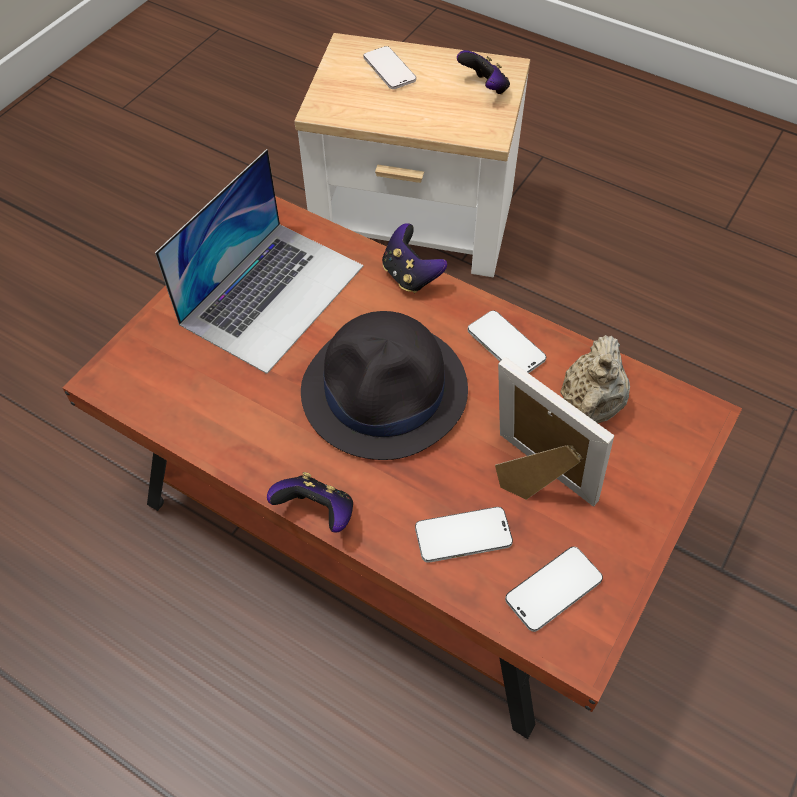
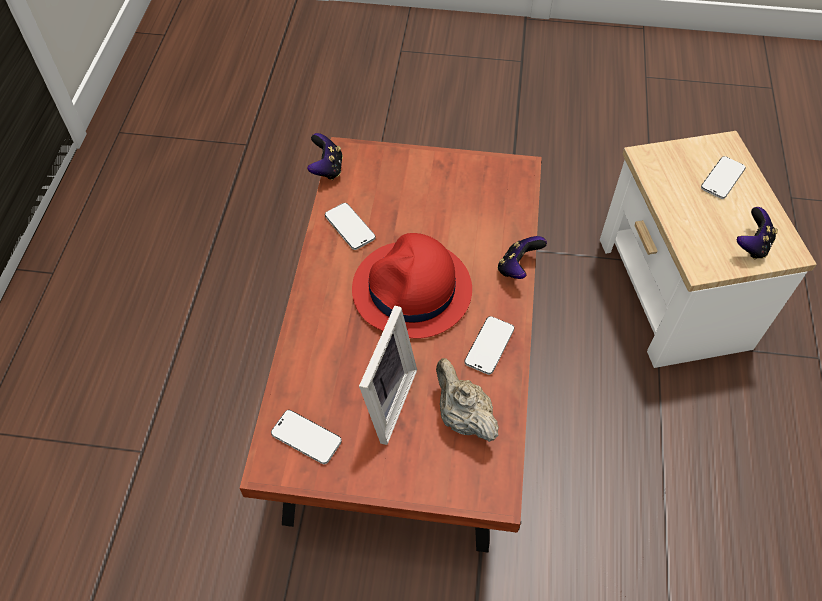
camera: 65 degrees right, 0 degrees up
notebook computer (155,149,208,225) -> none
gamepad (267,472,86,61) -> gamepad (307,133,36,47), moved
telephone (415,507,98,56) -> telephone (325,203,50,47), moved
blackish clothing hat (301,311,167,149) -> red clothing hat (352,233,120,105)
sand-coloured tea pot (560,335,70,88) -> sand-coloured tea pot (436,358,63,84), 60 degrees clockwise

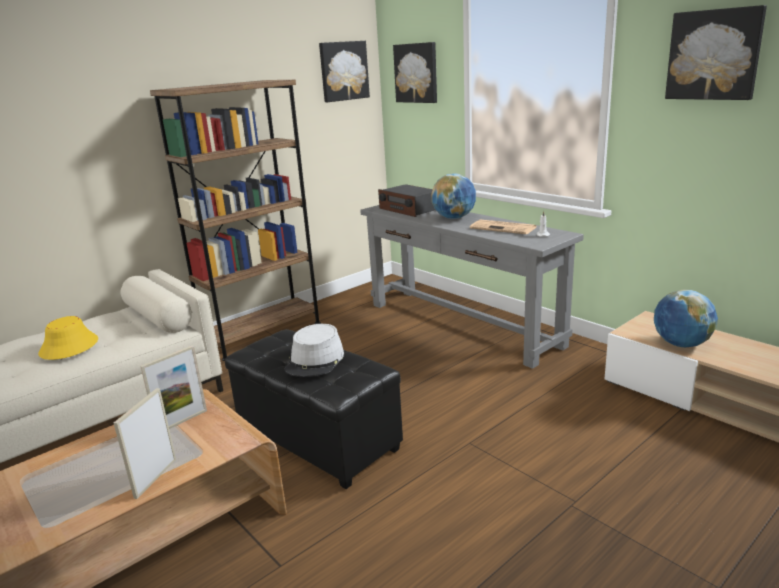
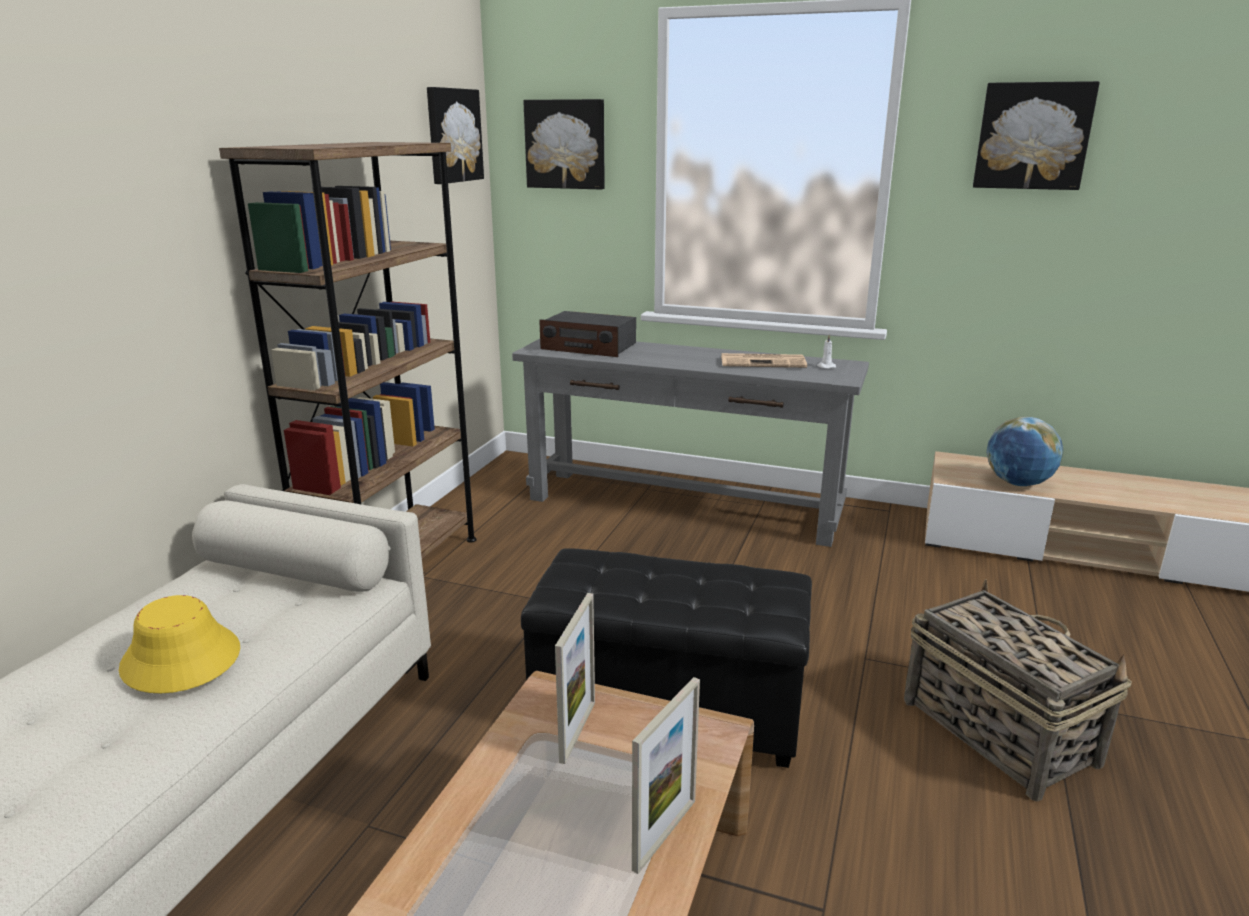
camera: 30 degrees left, 0 degrees up
gray clothing hat (284,324,60,53) -> none
world globe (431,174,45,45) -> none
none -> household basket (904,579,228,222)
picture frame (114,388,62,111) -> picture frame (632,677,68,197), 135 degrees counterclockwise

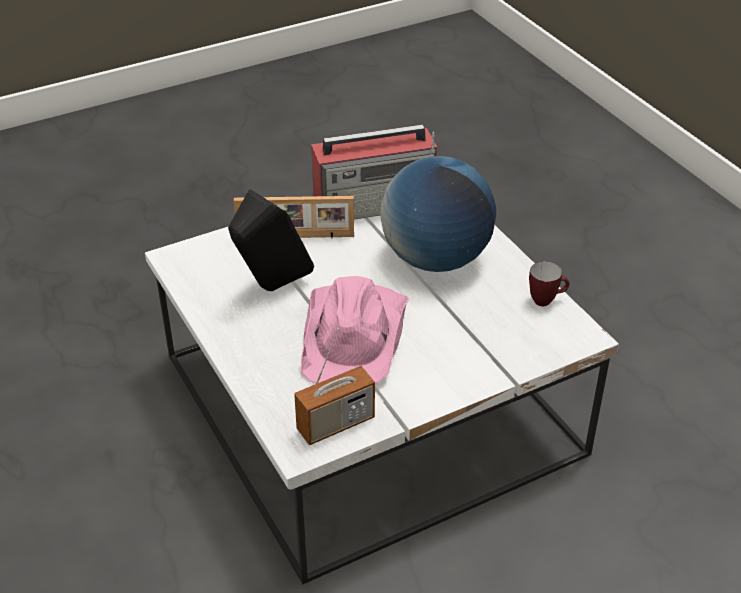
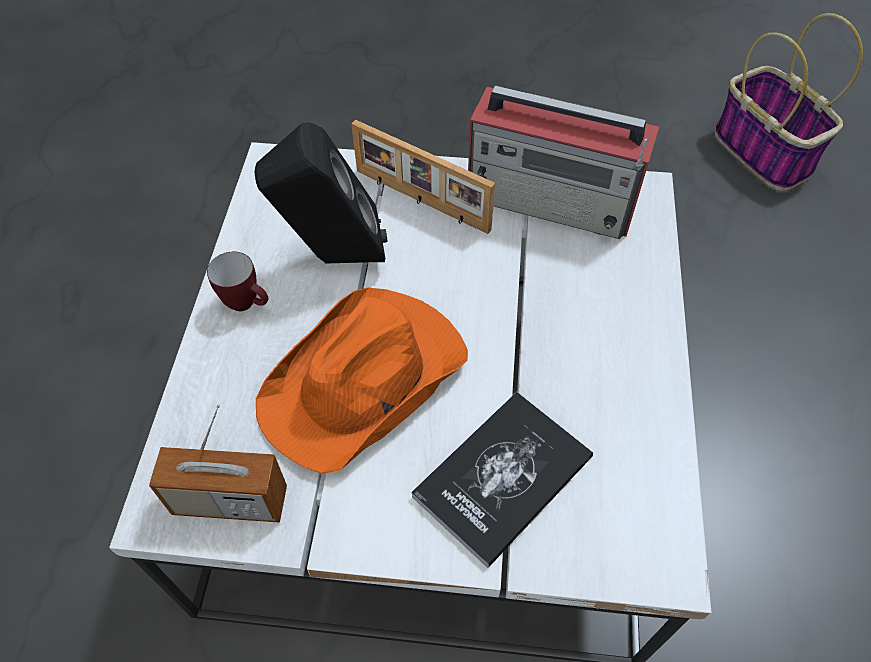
camera: 35 degrees right, 15 degrees up
world globe (380,156,116,116) -> none
none -> bound book (411,392,182,176)
none -> household basket (715,13,148,178)
tea mug (529,261,41,45) -> tea mug (207,252,61,59), moved
pink-coloured clothing hat (301,276,108,107) -> orange-coloured clothing hat (256,288,212,186)

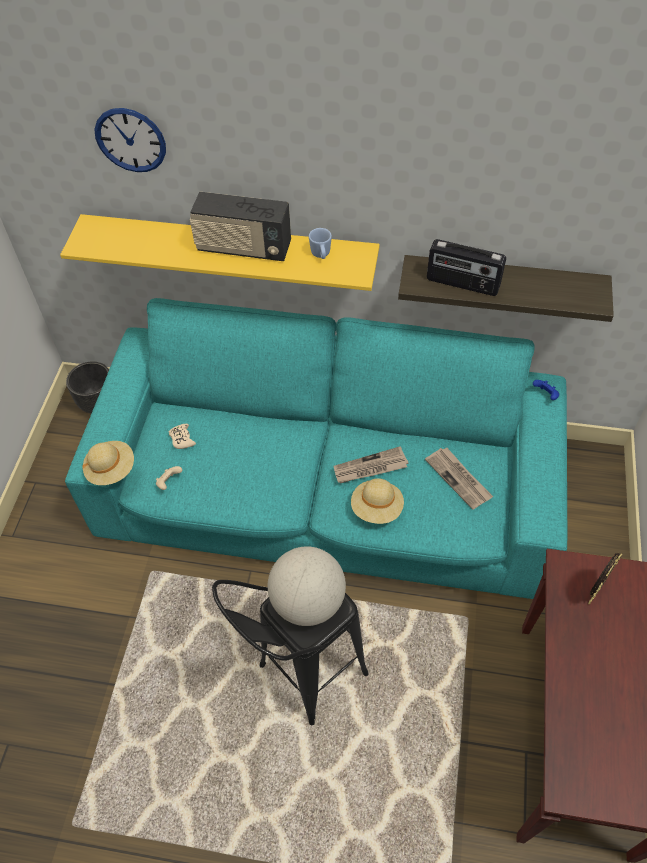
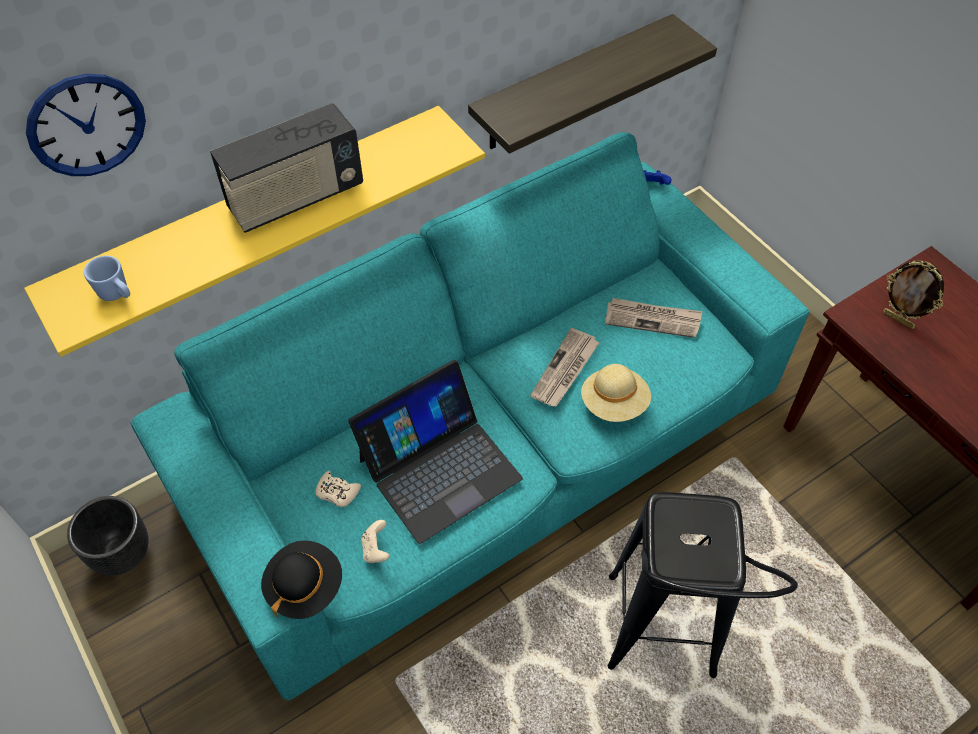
camera: 45 degrees left, 0 degrees up
world globe (268,546,78,80) -> none
radio (427,239,79,57) -> none
none -> notebook computer (348,360,175,184)
blue tea mug (309,228,23,31) -> blue tea mug (84,256,46,45), moved
sand-coloured clothing hat (82,441,52,44) -> blackish clothing hat (261,540,81,79)
picture frame (588,553,34,51) -> picture frame (883,261,61,68), 135 degrees clockwise

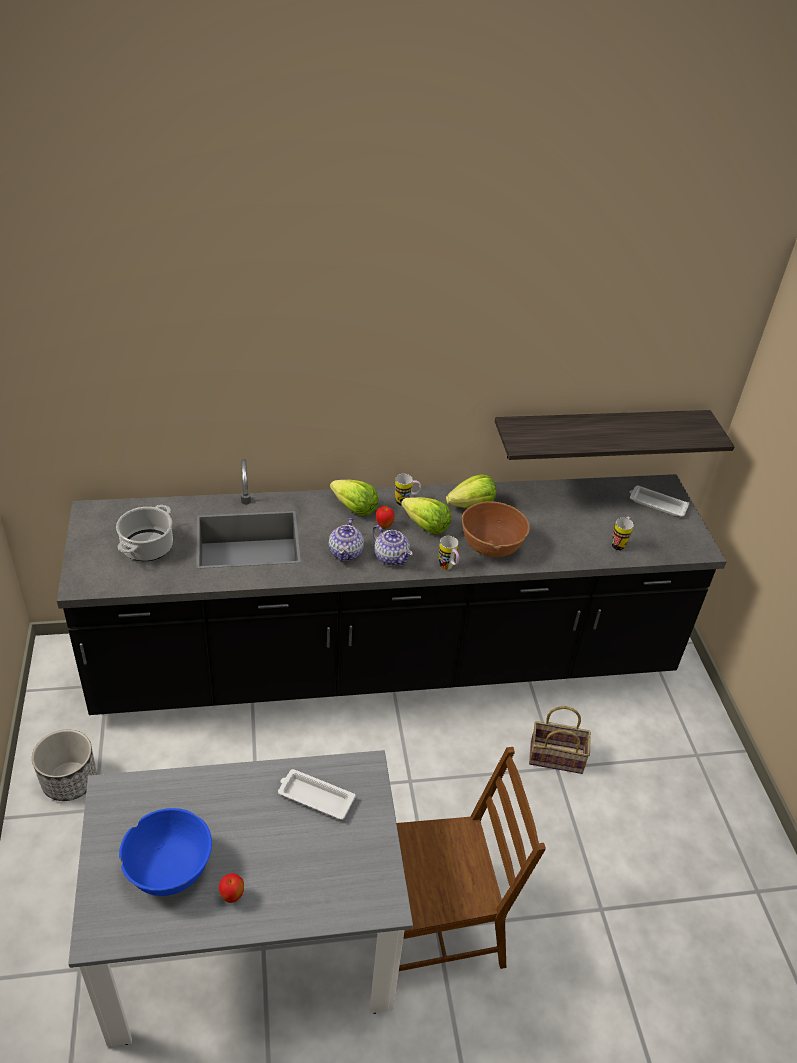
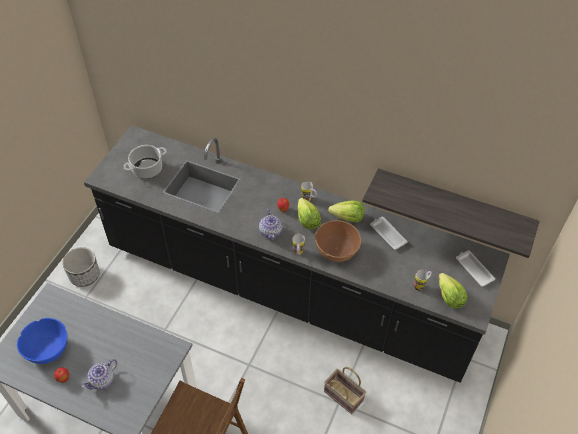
camera: 35 degrees right, 10 degrees up
whitish tray (278,769,78,51) -> whitish tray (370,217,38,33), moved
tea pot (329,518,35,44) -> tea pot (81,359,36,31), moved
head of lettuce (330,480,48,36) -> head of lettuce (439,273,29,36), moved

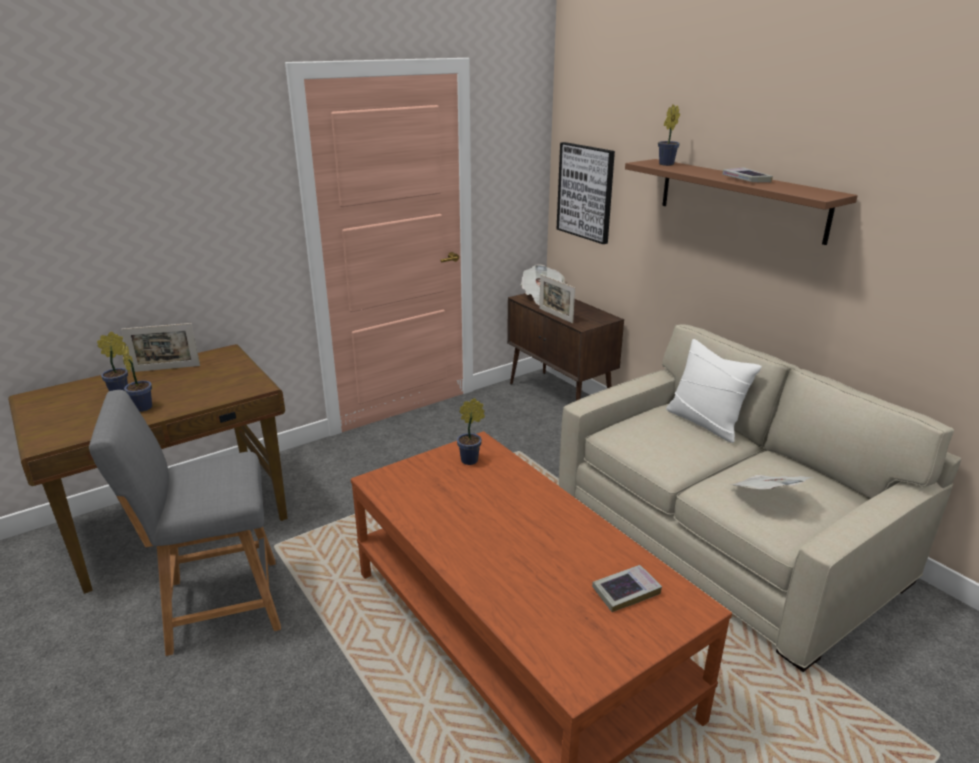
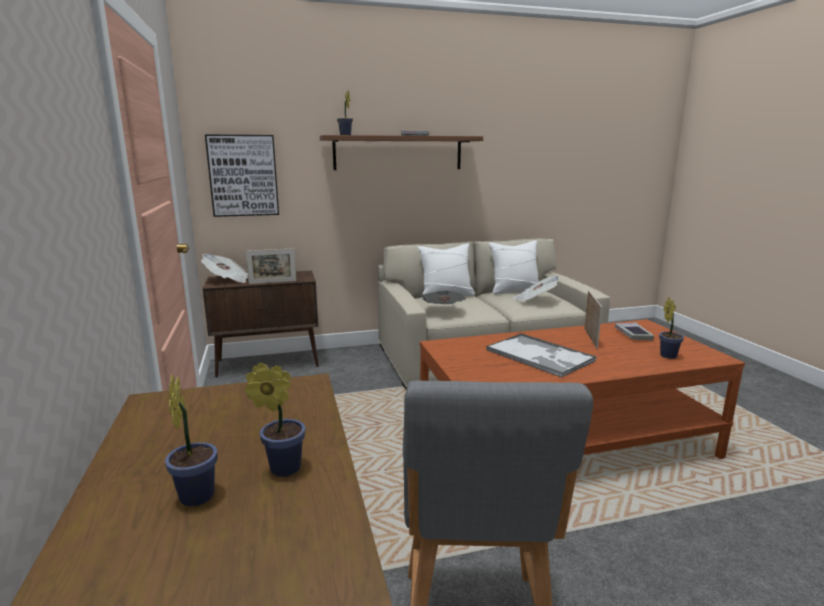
camera: 70 degrees left, 10 degrees down
none -> printed paper (421,291,45,13)
none -> tray (486,333,110,45)
none -> whitish pillow (489,240,50,54)
picture frame (121,323,79,49) -> picture frame (584,290,18,59), moved
potted plant (457,398,28,67) -> potted plant (659,297,25,62), moved

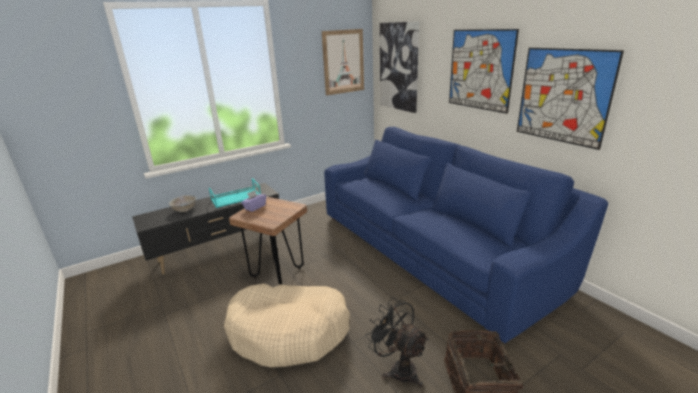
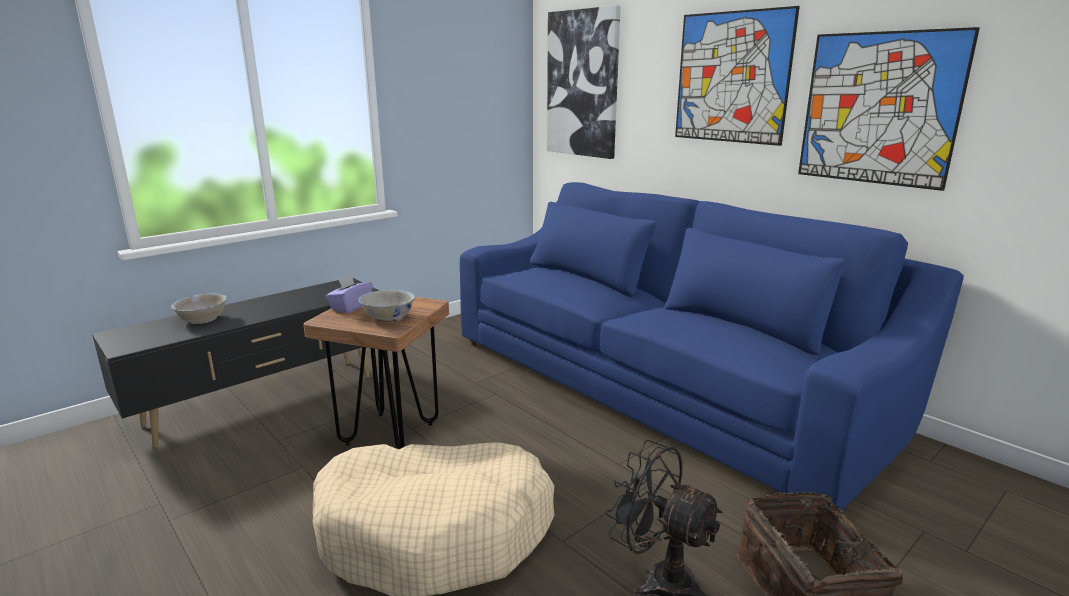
camera: 10 degrees left, 5 degrees down
turquoise-coloured tray (209,178,52,30) -> none
wall art (322,29,42,67) -> none
none -> whitish serving bowl (358,290,58,33)

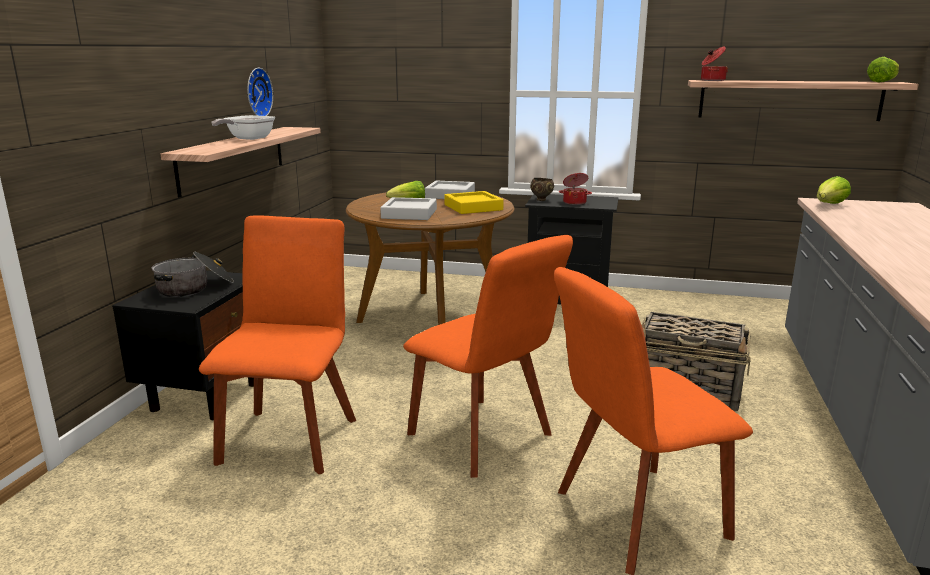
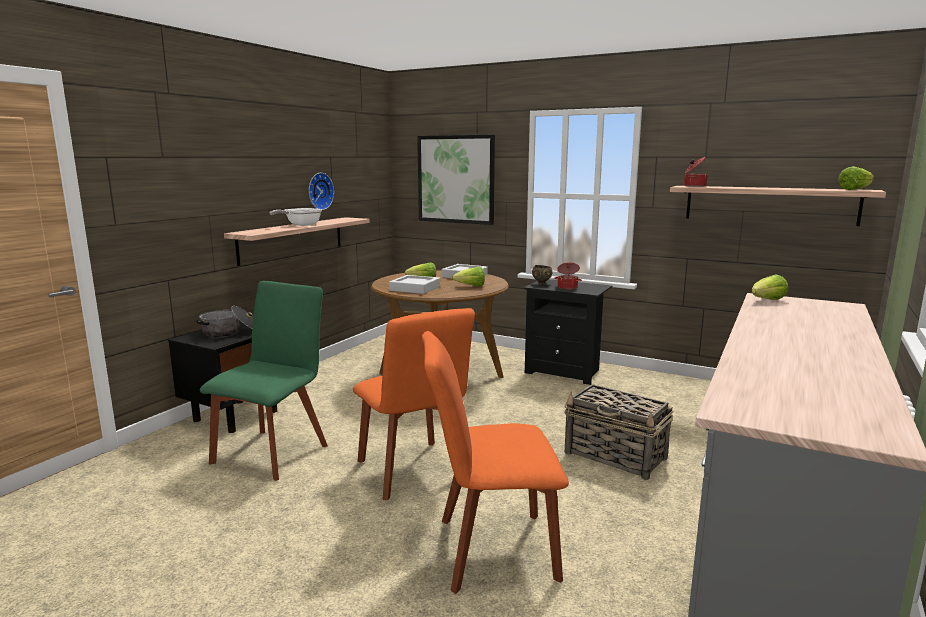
camera: 15 degrees right, 5 degrees down
none -> wall art (417,135,78,90)
yellow tray (444,191,59,23) -> head of lettuce (452,267,33,19)
orange-coloured chair (199,216,157,258) -> green chair (200,281,128,200)

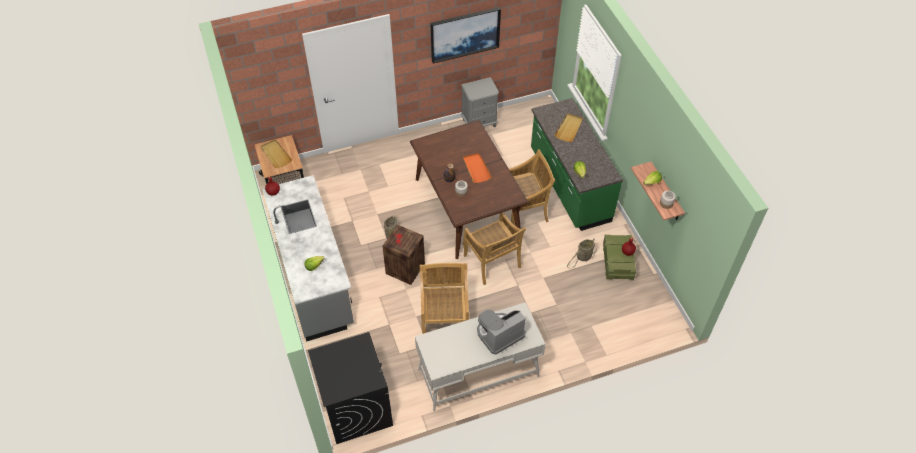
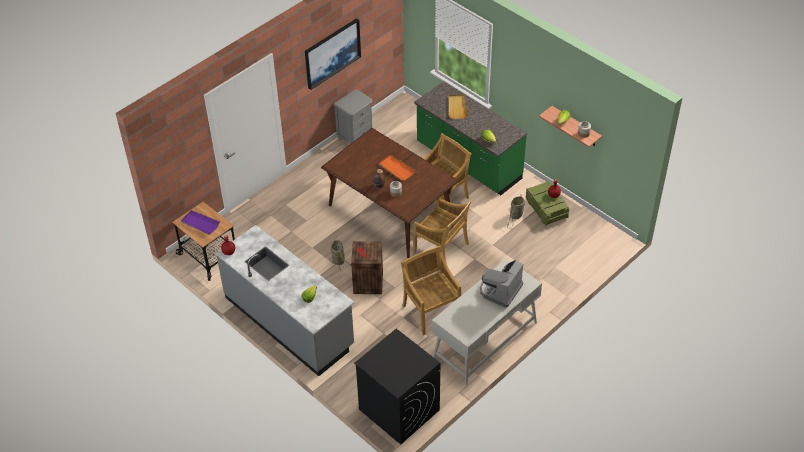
camera: 25 degrees left, 5 degrees down
sand-coloured tray (261,139,31,29) -> purple tray (181,210,39,25)

